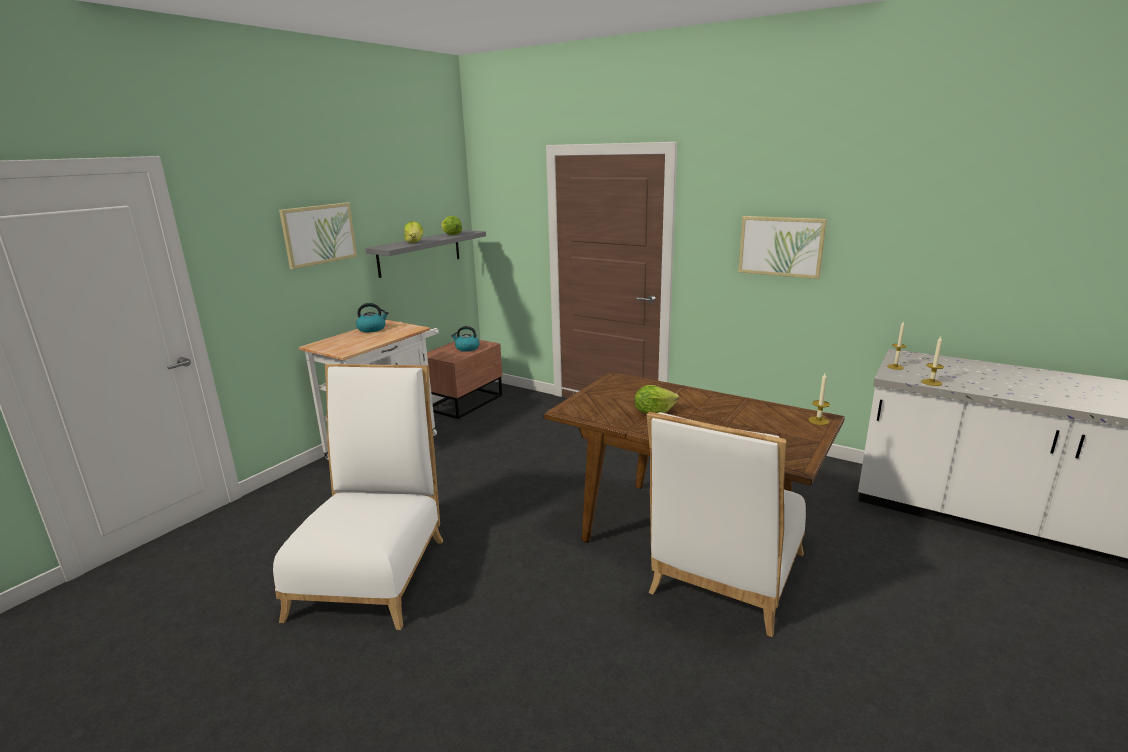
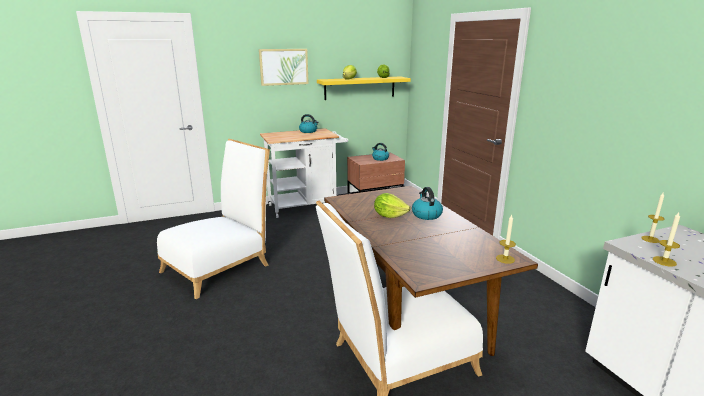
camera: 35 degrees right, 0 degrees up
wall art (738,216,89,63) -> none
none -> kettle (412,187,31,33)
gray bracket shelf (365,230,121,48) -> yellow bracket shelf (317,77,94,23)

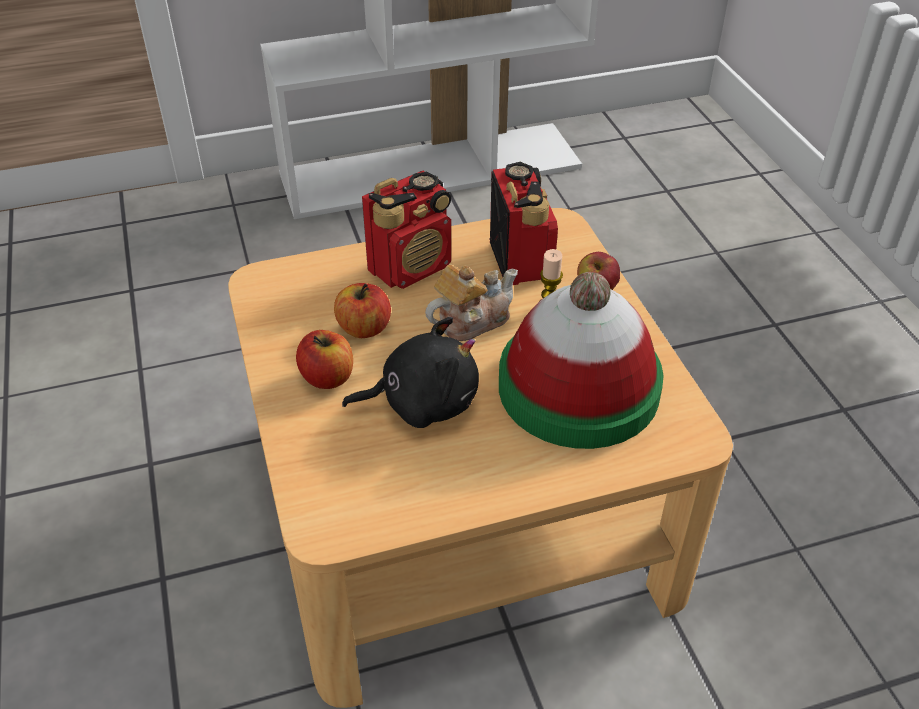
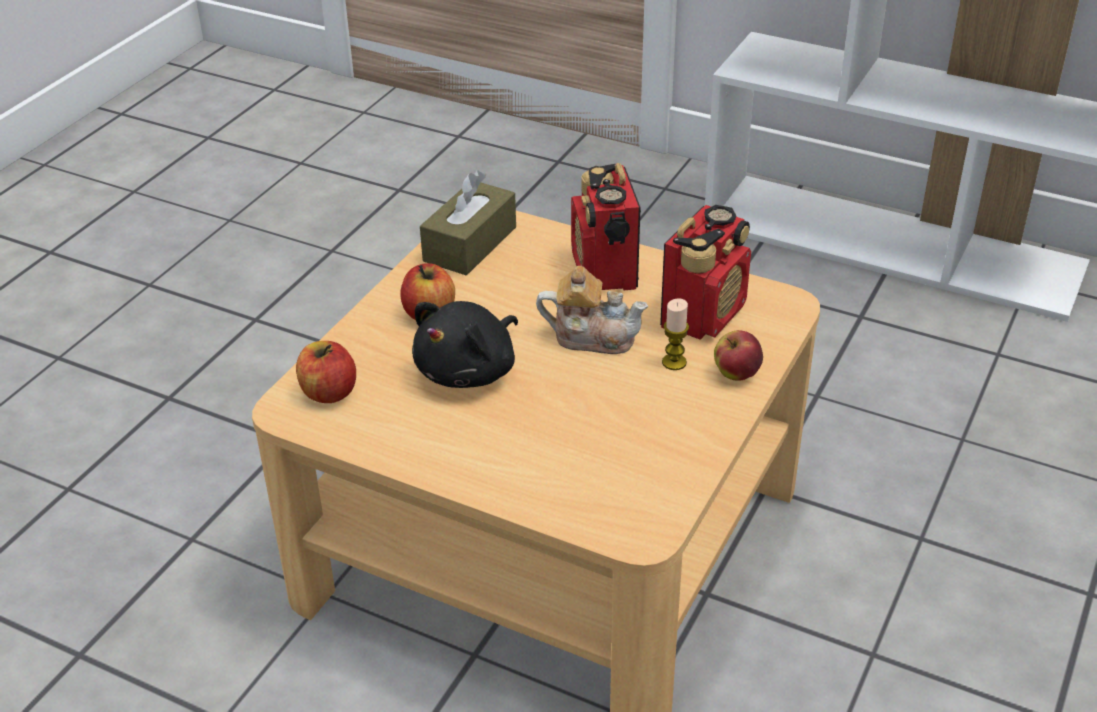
camera: 45 degrees right, 5 degrees down
clothing hat (499,272,165,177) -> none
none -> brownish tissue holder (420,171,96,104)
apple (334,283,57,55) -> apple (296,341,60,62), moved
blackish cuddly toy (342,317,137,111) -> blackish cuddly toy (412,301,106,87), 90 degrees clockwise
radio (362,171,89,118) -> radio (571,163,70,127), 75 degrees clockwise

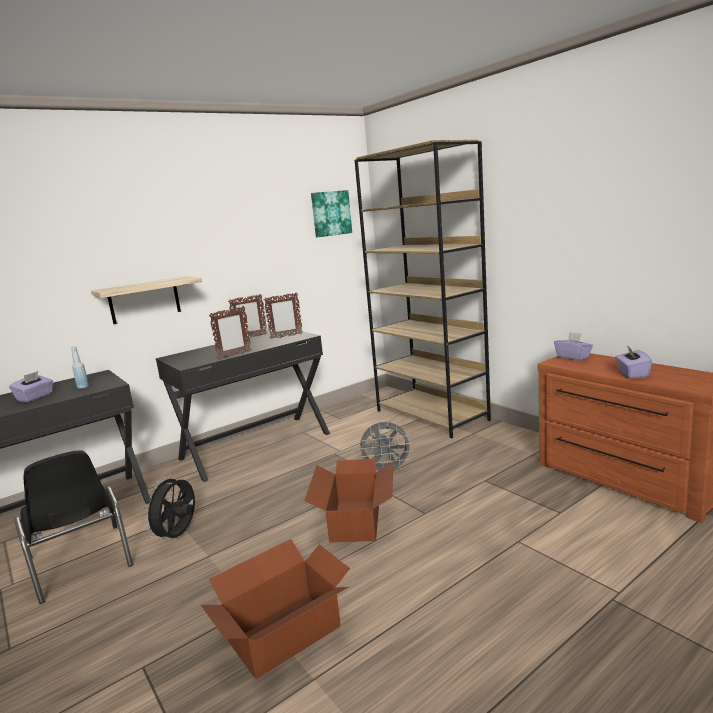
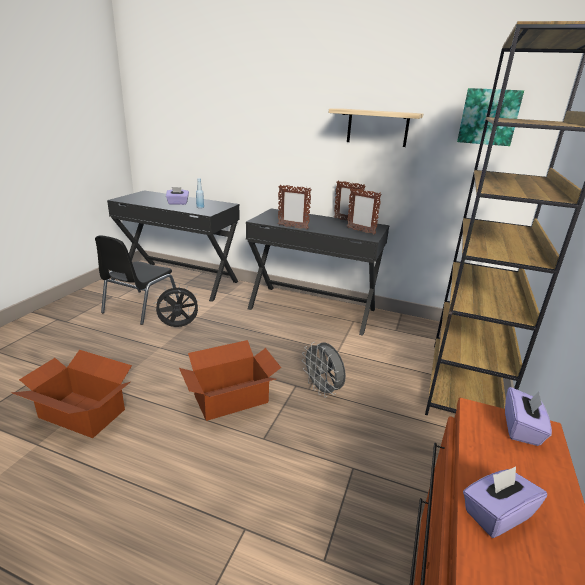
camera: 55 degrees right, 10 degrees up
bracket shelf (91,276,111,48) -> bracket shelf (329,108,94,39), moved

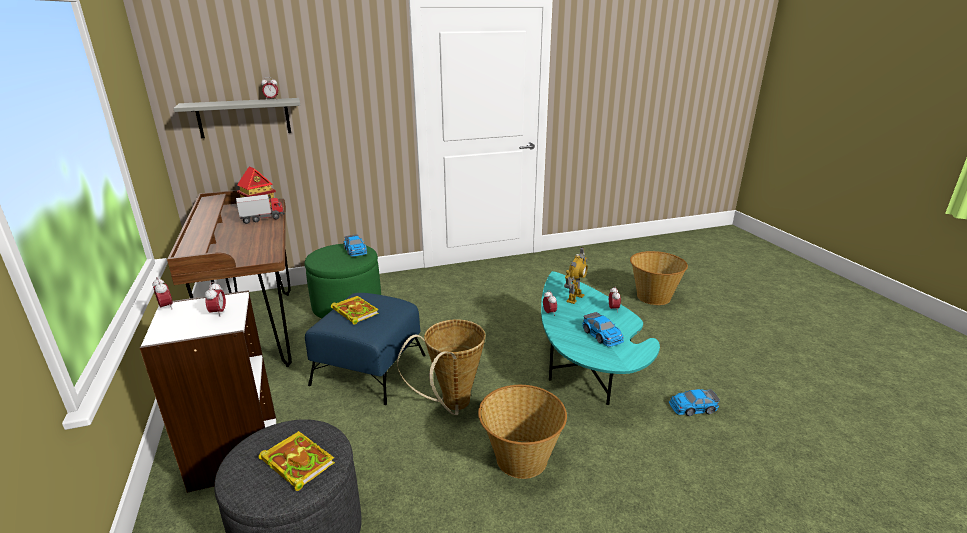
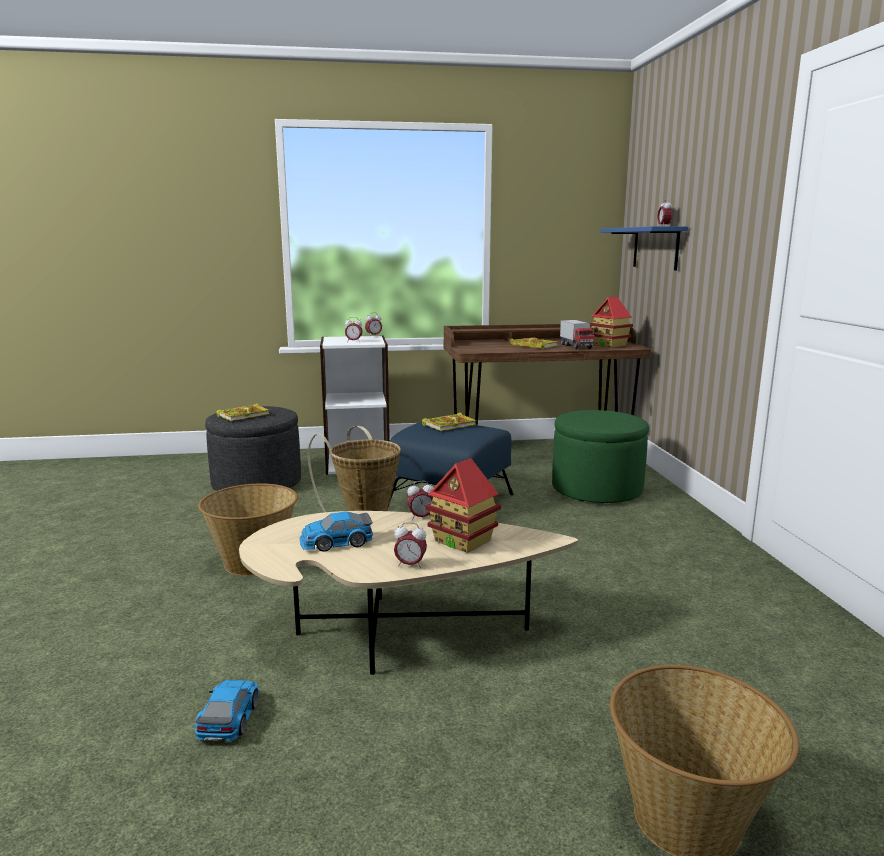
camera: 100 degrees right, 10 degrees down
toy car (344,234,23,23) -> none
none -> bound book (510,337,48,12)
model robot (564,247,24,57) -> miniature house (425,458,76,95)
gray bracket shelf (173,98,127,40) -> blue bracket shelf (600,226,88,44)
turquoise-coloured lounge table (541,271,119,134) -> sand-coloured lounge table (239,511,339,164)

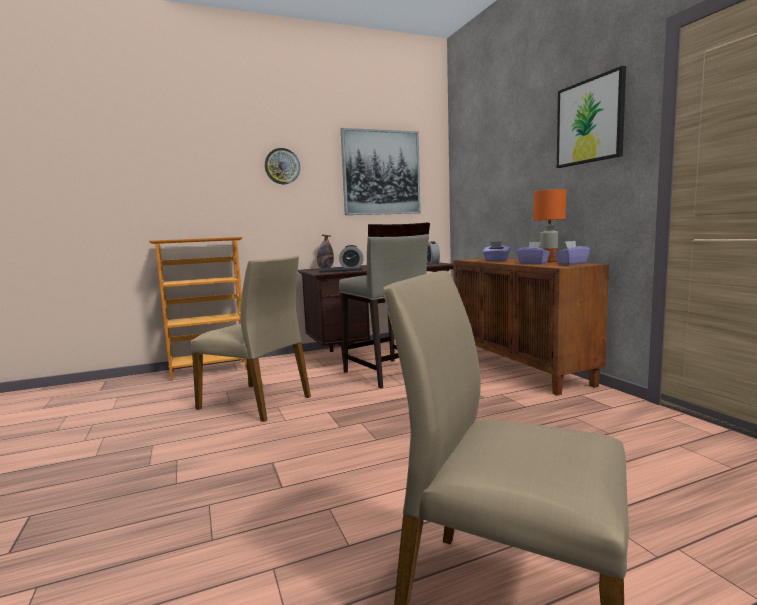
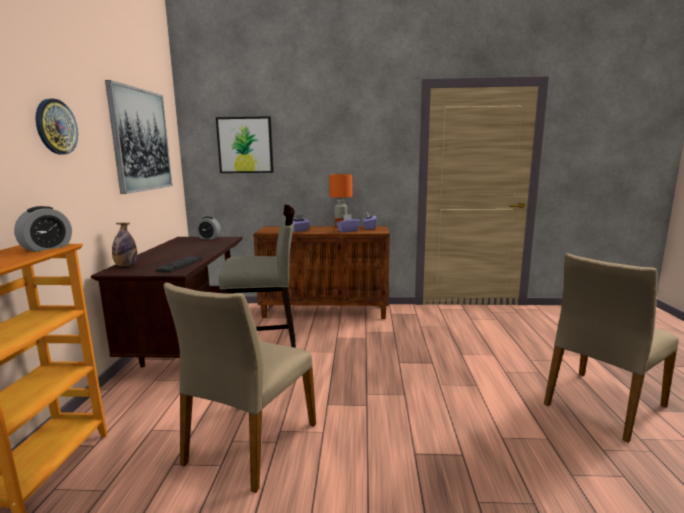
camera: 65 degrees left, 5 degrees up
bedside clock (339,245,25,23) -> bedside clock (14,206,58,46), moved
wall art (557,66,69,102) -> wall art (216,116,58,57), moved
sand-coloured chair (191,255,120,167) -> sand-coloured chair (164,283,152,210), 150 degrees clockwise

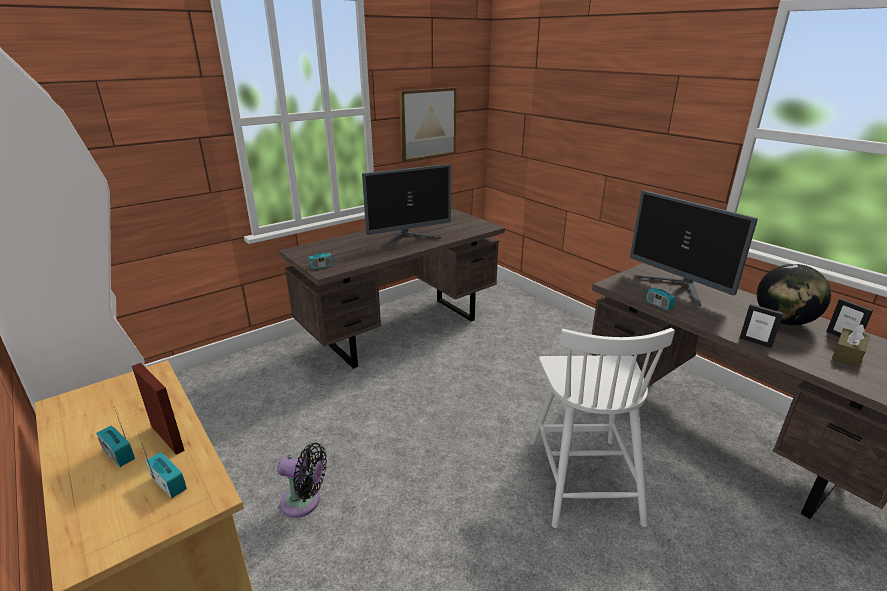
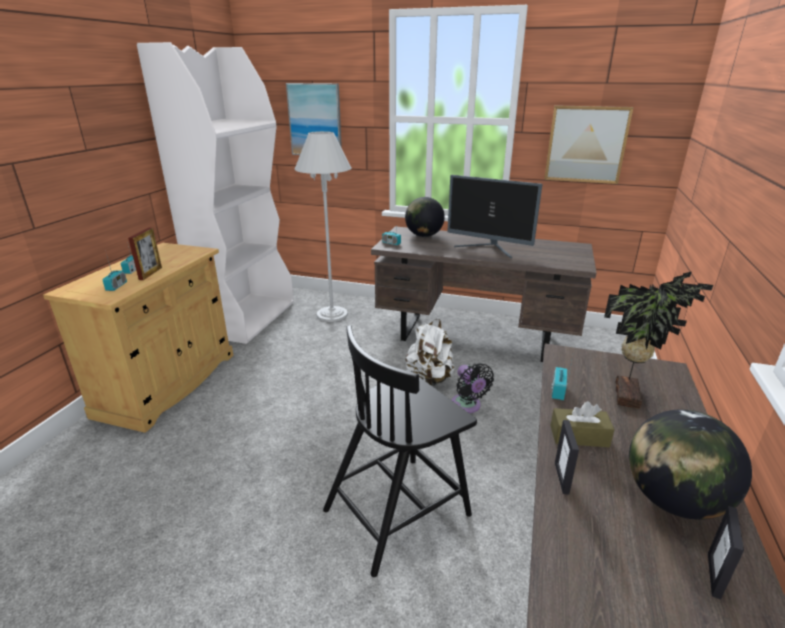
camera: 55 degrees right, 0 degrees up
none -> wall art (286,83,56,72)
none -> whitish standard lamp (294,131,57,191)
none -> world globe (405,197,40,40)
none -> whitish backpack (405,318,49,68)
blackish cooling fan (277,443,50,75) -> blackish cooling fan (452,363,42,50), moved
brownish tissue holder (832,324,37,43) -> brownish tissue holder (550,401,65,46), moved
computer screen (630,190,128,116) -> potted plant (604,271,109,138)
whitish chair (530,328,145,200) -> blackish chair (323,325,154,252)

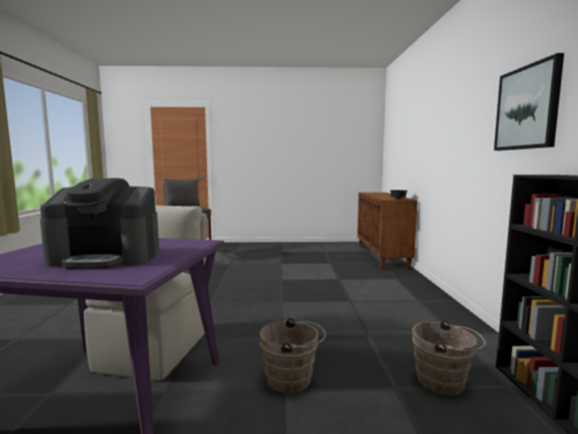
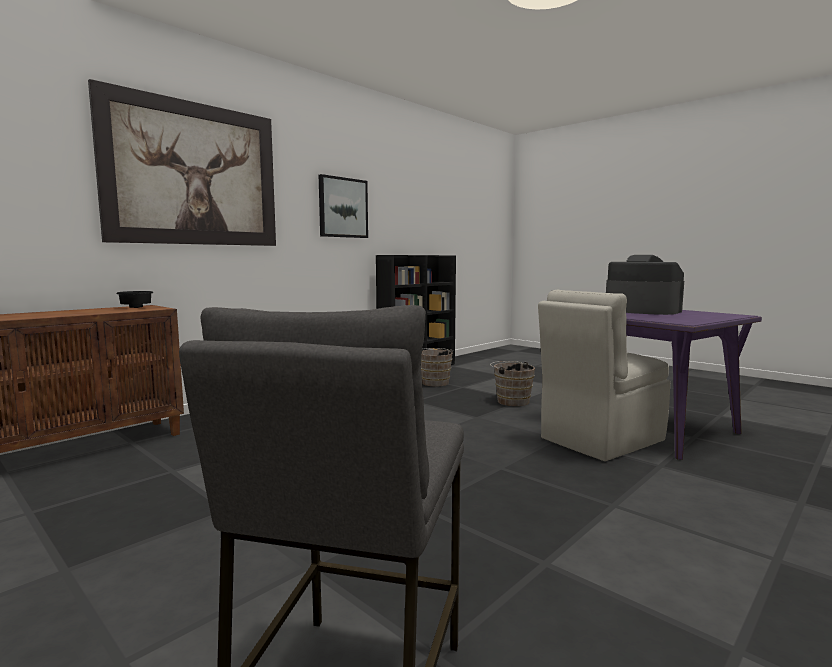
camera: 135 degrees left, 0 degrees up
none -> wall art (88,79,188,167)

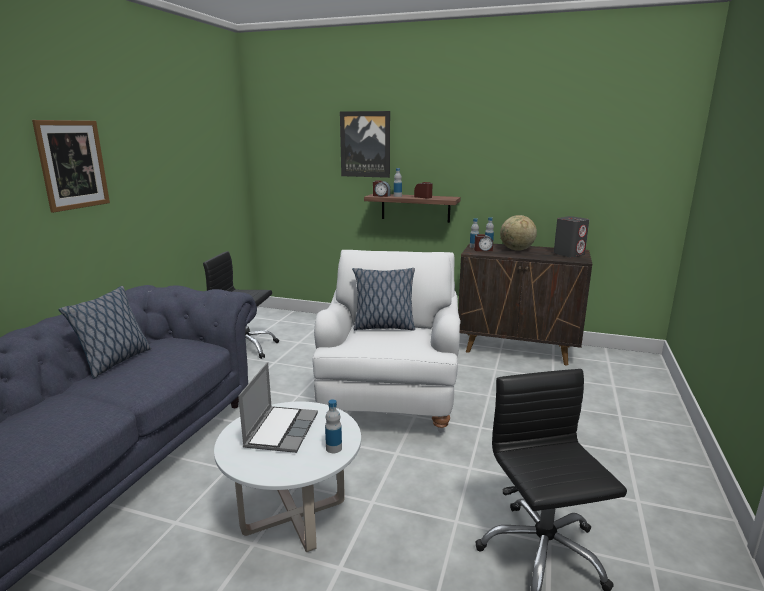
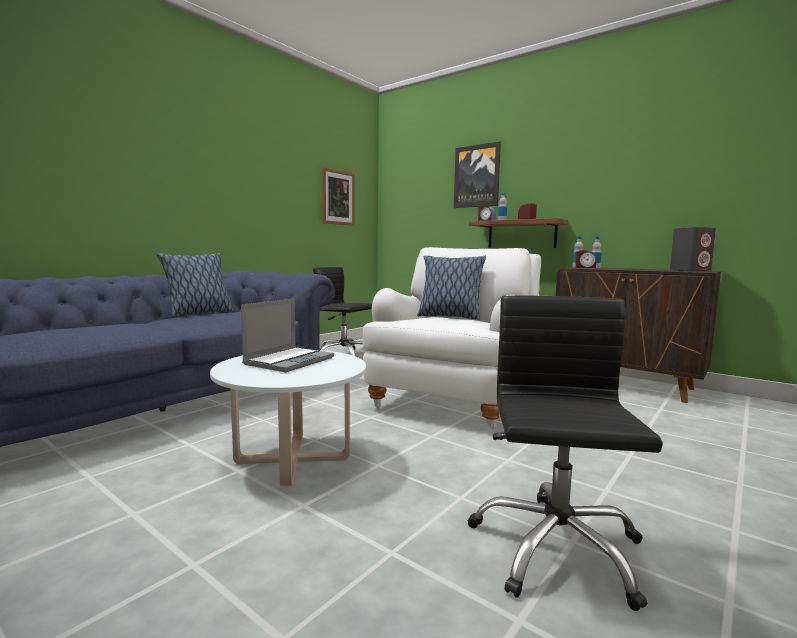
camera: 20 degrees right, 10 degrees down
drink bottle (325,399,17,54) -> none
world globe (500,215,37,36) -> none
wall art (32,120,78,93) -> wall art (322,167,33,59), moved

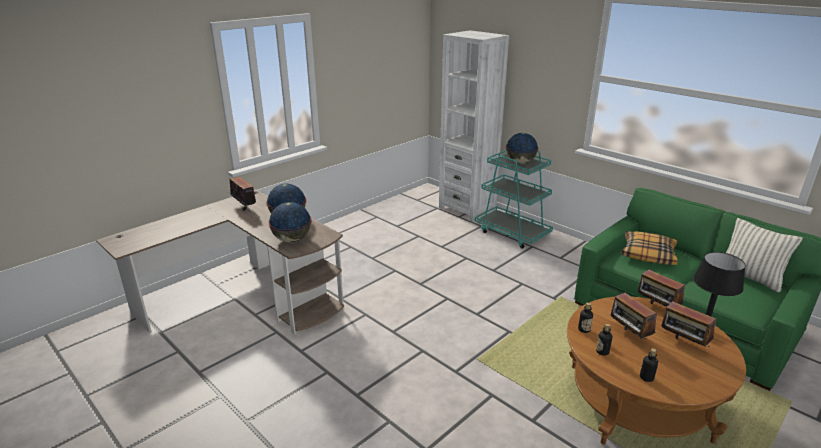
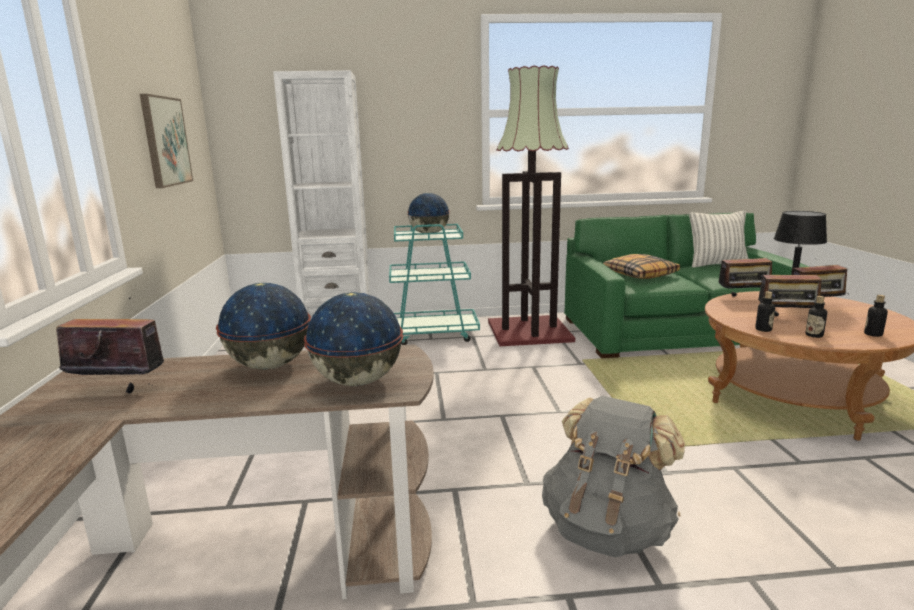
camera: 50 degrees left, 10 degrees down
none -> wall art (140,94,53,94)
none -> standard lamp (488,65,87,281)
none -> gray backpack (542,396,143,161)

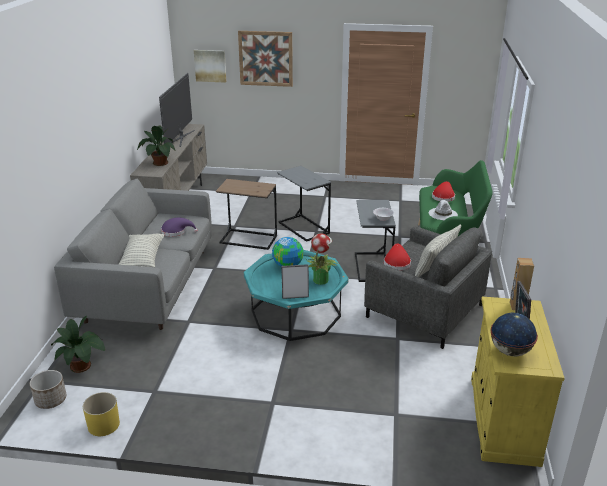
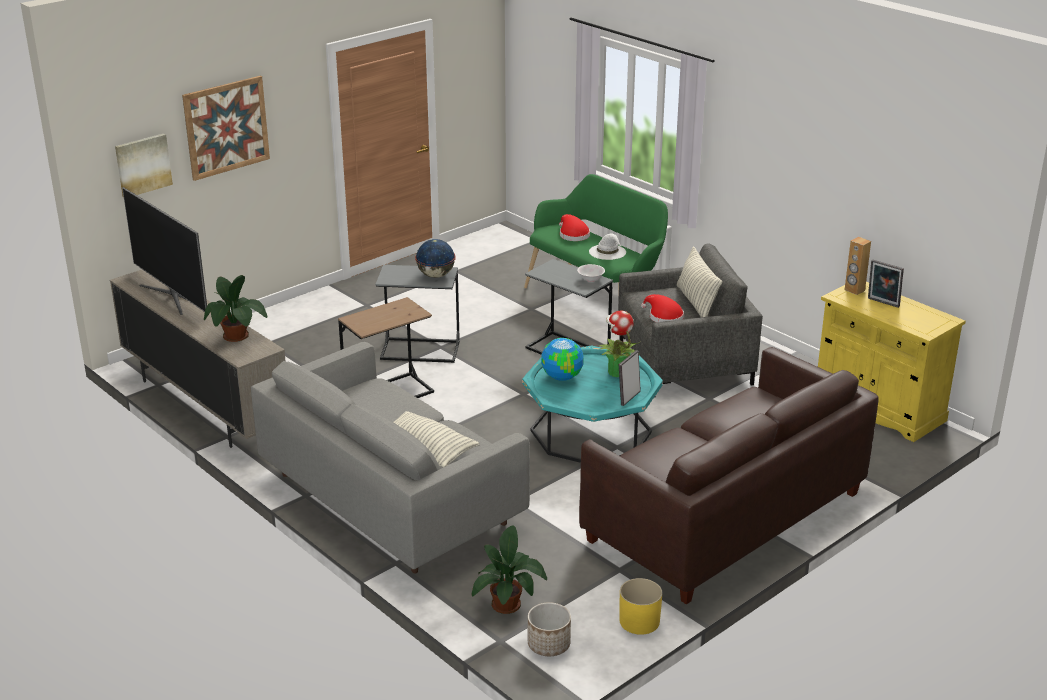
camera: 50 degrees left, 0 degrees up
purple clothing hat (161,217,37,20) -> none
none -> brownish sofa (579,347,300,257)
world globe (490,313,48,43) -> world globe (415,239,40,39), moved

